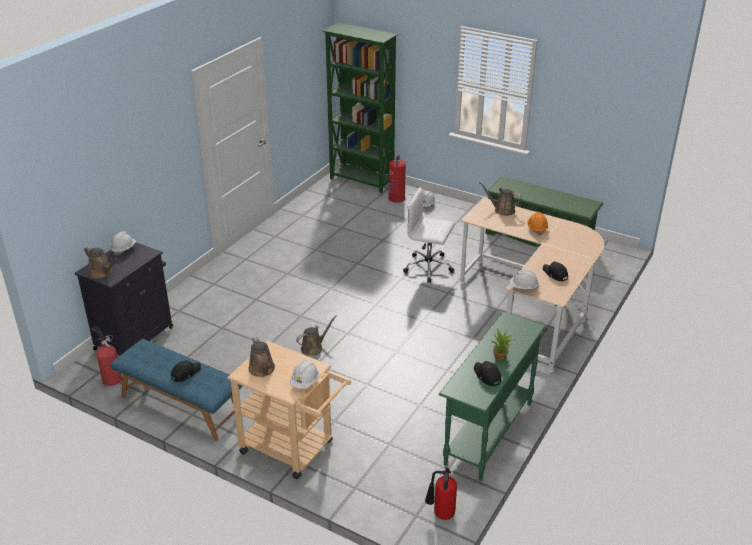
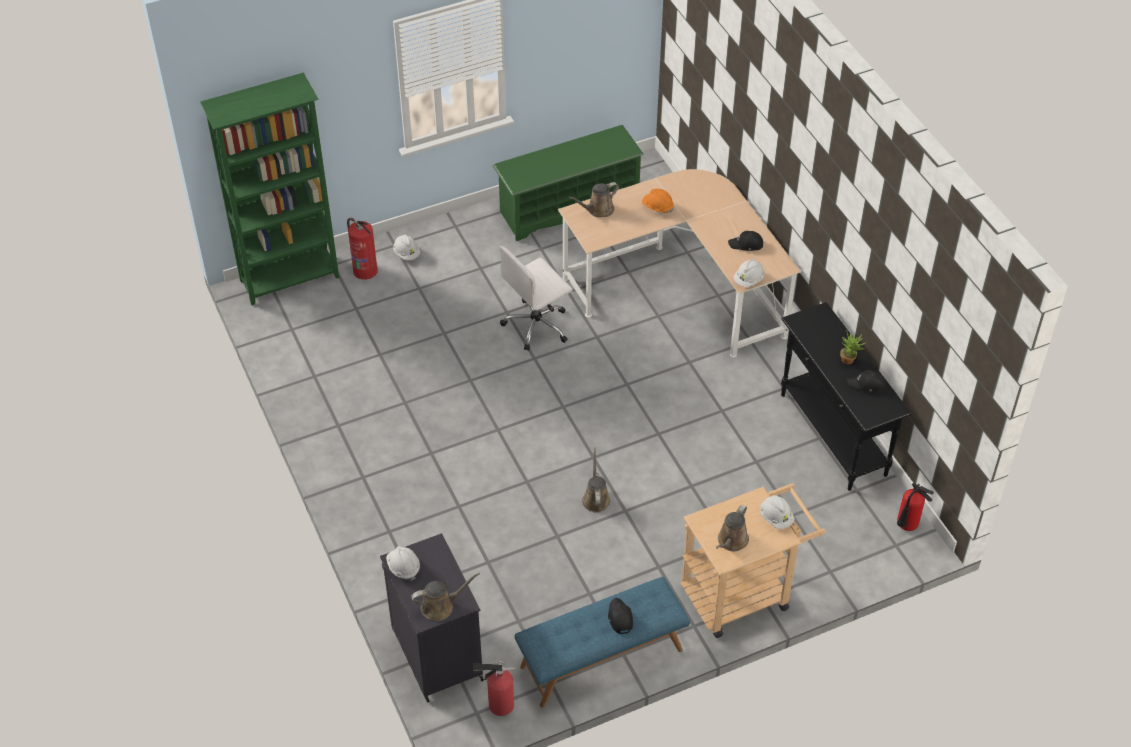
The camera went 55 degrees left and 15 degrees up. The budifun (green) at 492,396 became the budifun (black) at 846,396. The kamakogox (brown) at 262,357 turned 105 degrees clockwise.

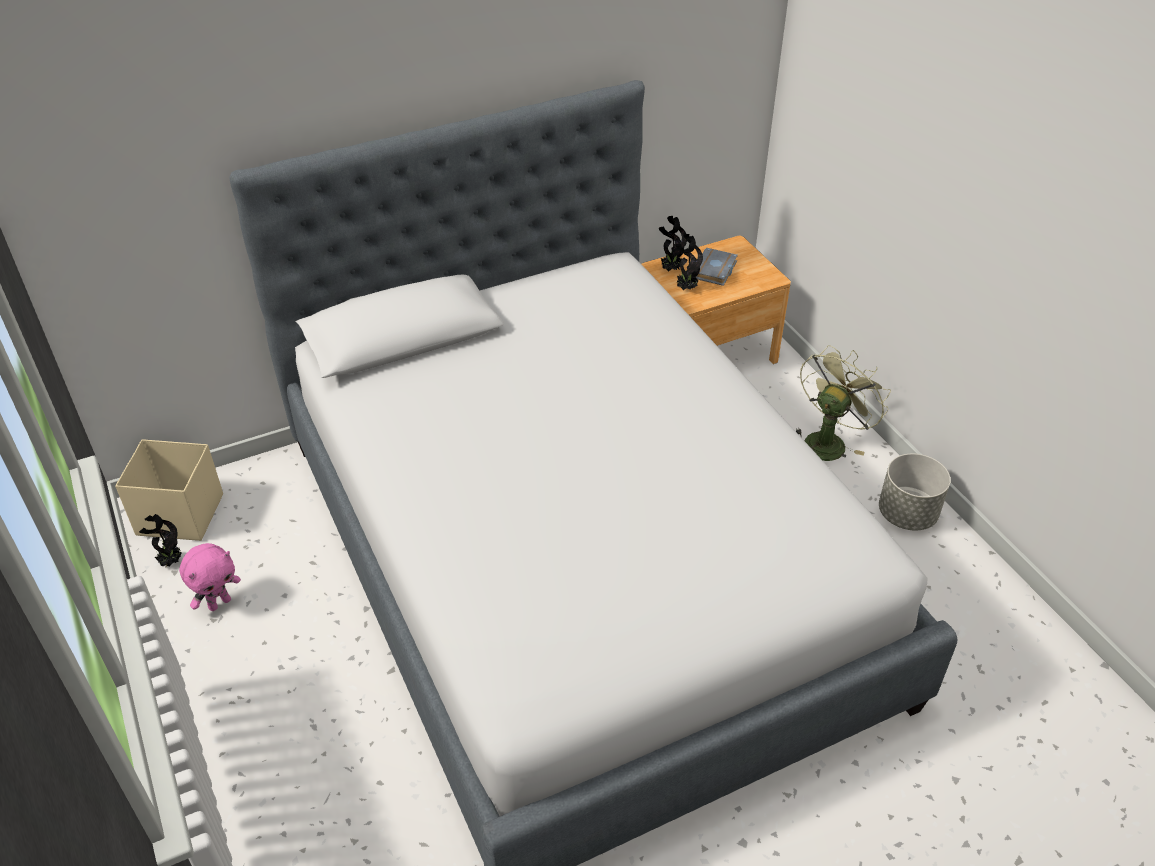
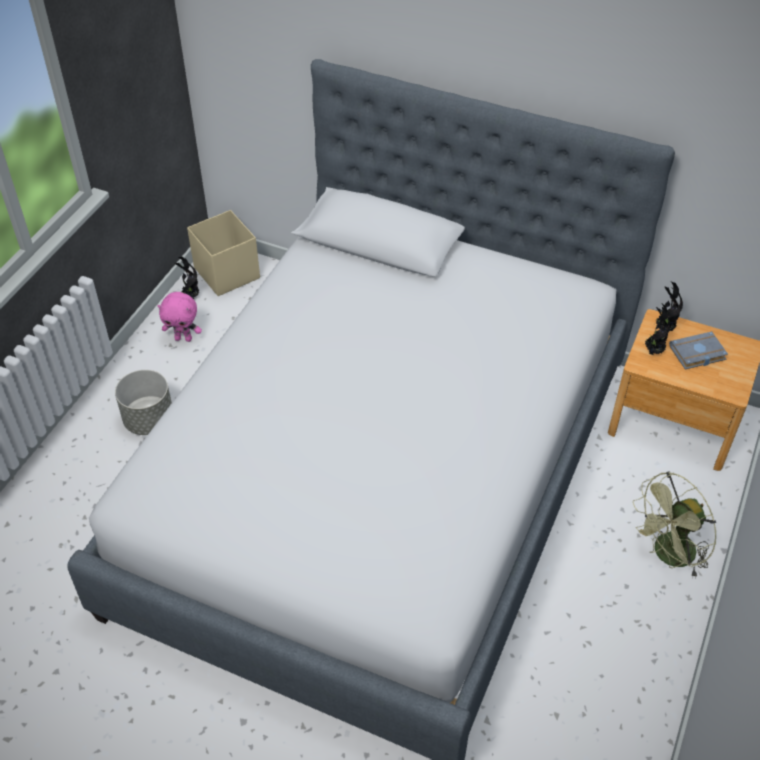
The camera went 50 degrees right and 5 degrees up. The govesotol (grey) moved from 915,492 to 143,402. The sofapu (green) at 843,403 turned 150 degrees clockwise.

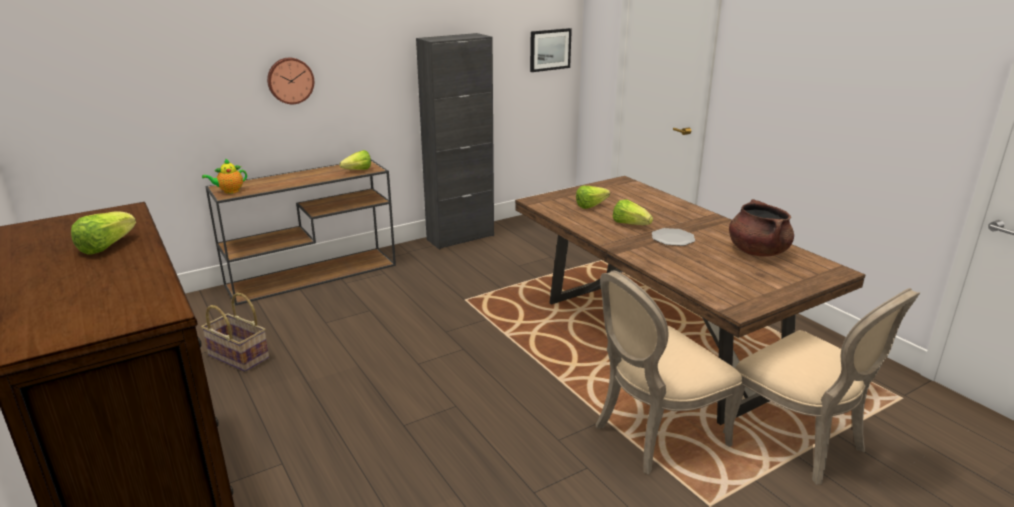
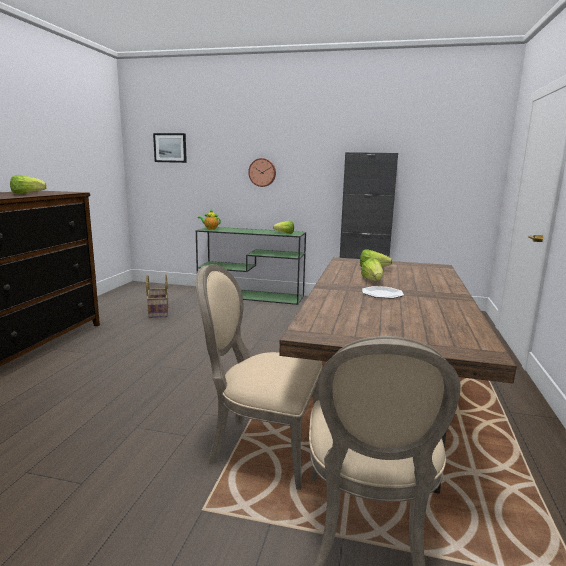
The camera went 45 degrees right and 10 degrees down. The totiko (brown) at 761,228 disappeared. The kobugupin moved from 551,50 to 170,148. The budifun (brown) at 300,232 became the budifun (green) at 251,266.

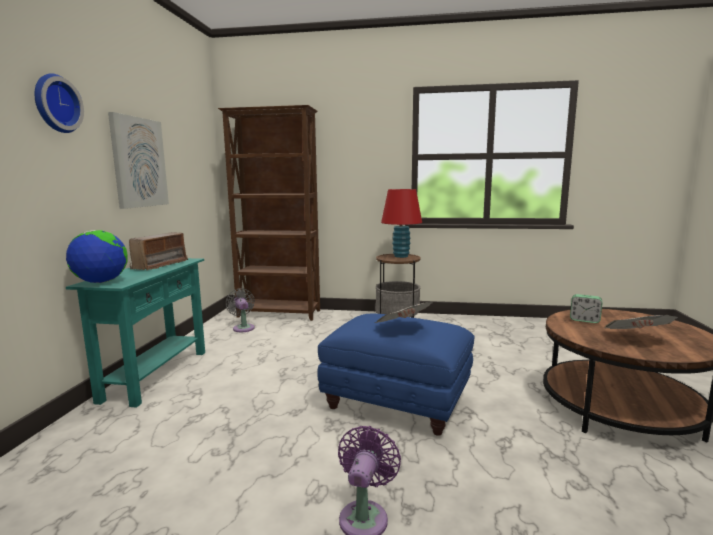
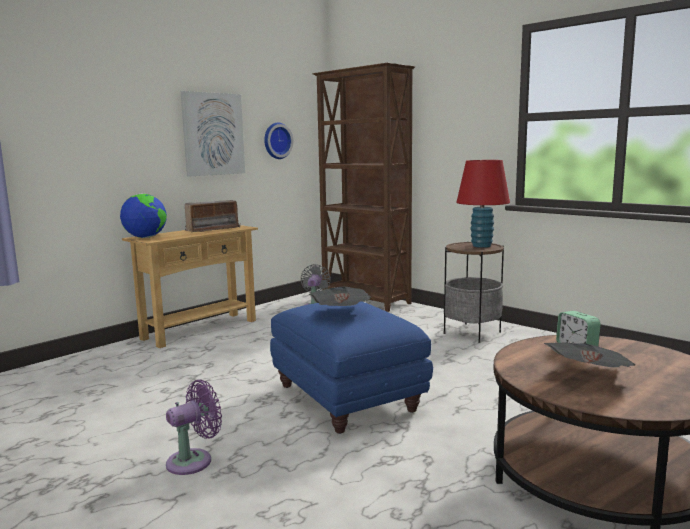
The camera went 35 degrees right and 0 degrees up. The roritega moved from 59,103 to 278,140. The budifun (turquoise) at 135,333 became the budifun (beige) at 190,286.

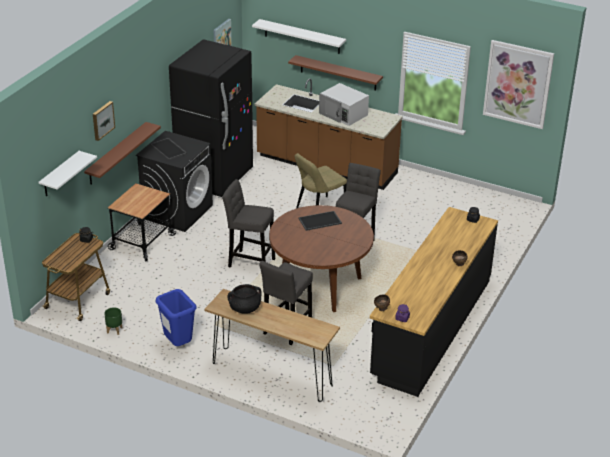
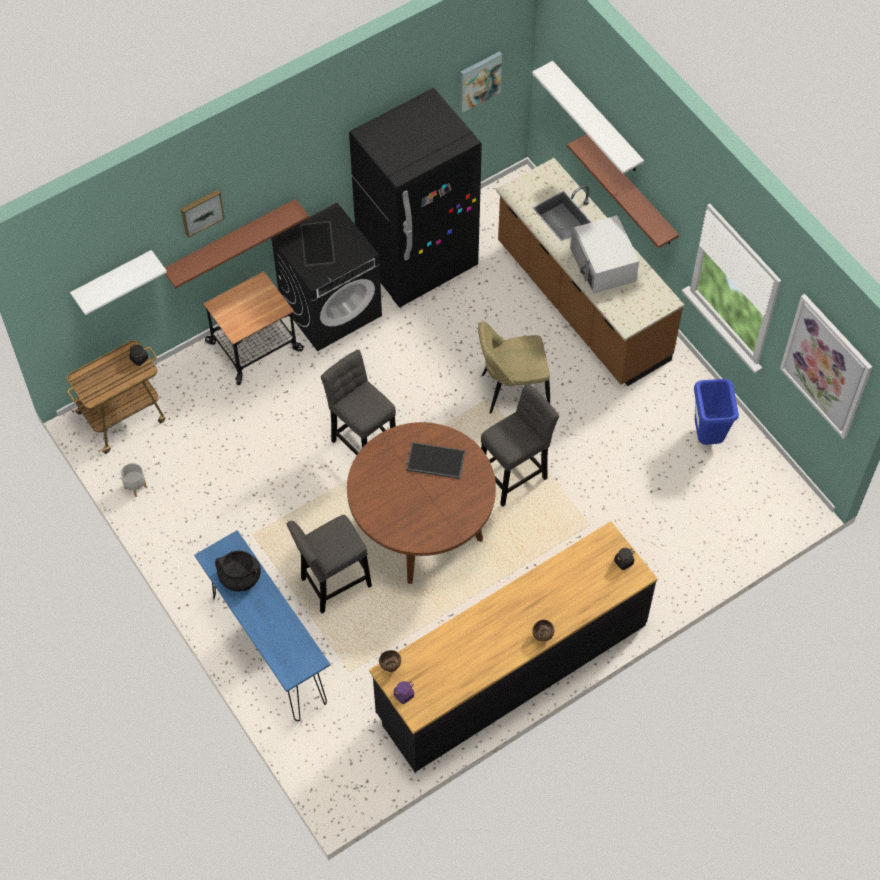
The camera went 30 degrees right and 25 degrees up. The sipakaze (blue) moved from 176,317 to 716,412. The govesotol (green) at 113,321 became the govesotol (grey) at 133,480. The budifun (brown) at 272,345 became the budifun (blue) at 262,625.

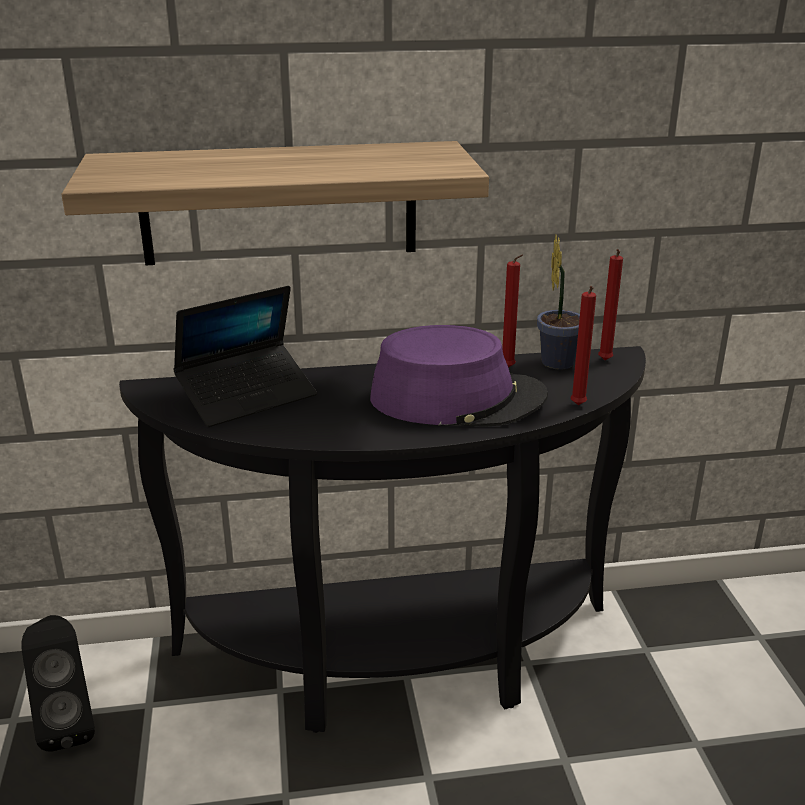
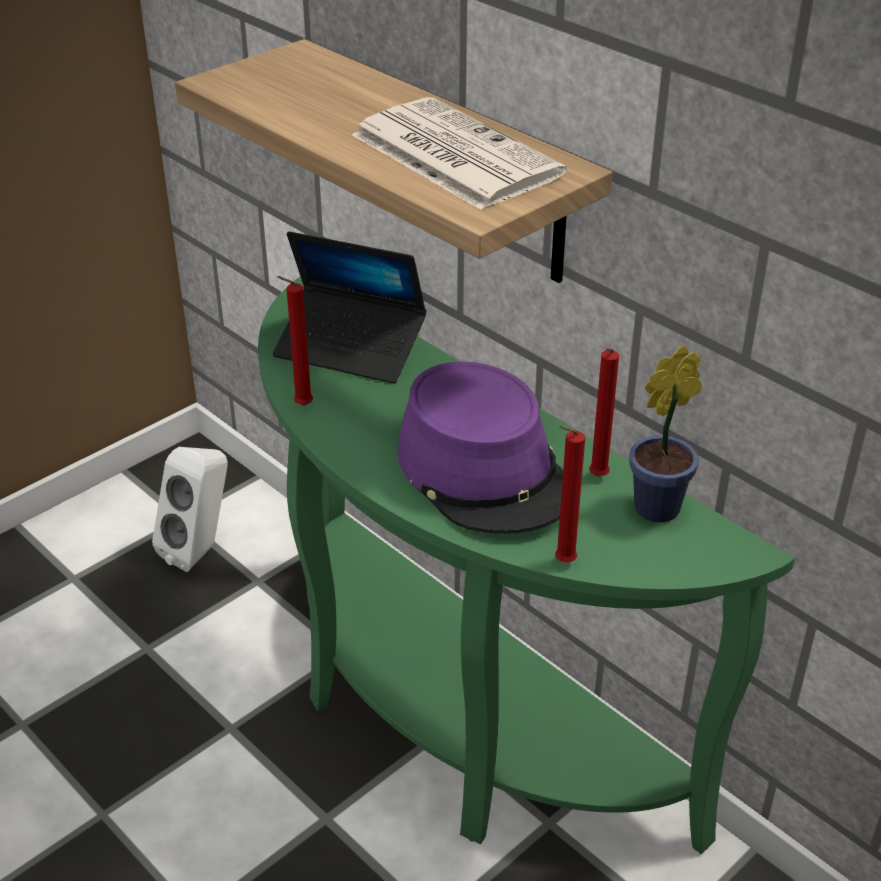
The camera went 55 degrees right and 10 degrees up. The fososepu at 459,153 appeared. The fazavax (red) moved from 610,304 to 295,340. The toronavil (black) at 58,683 became the toronavil (white) at 190,509. The budifun (black) at 382,539 became the budifun (green) at 526,565.

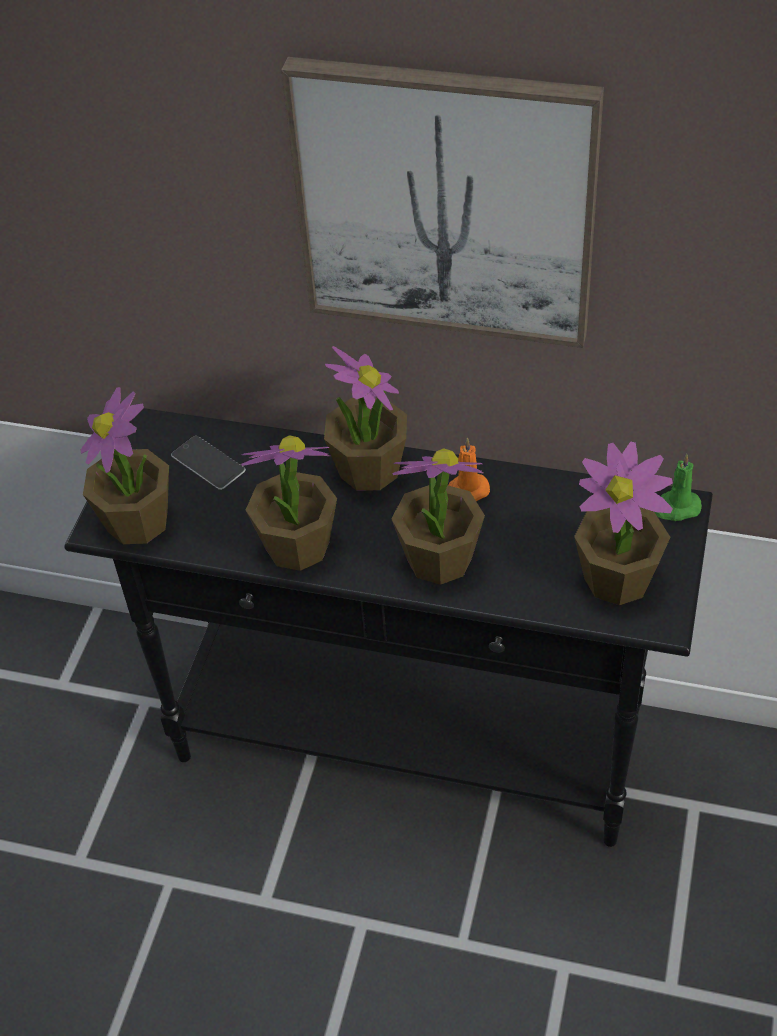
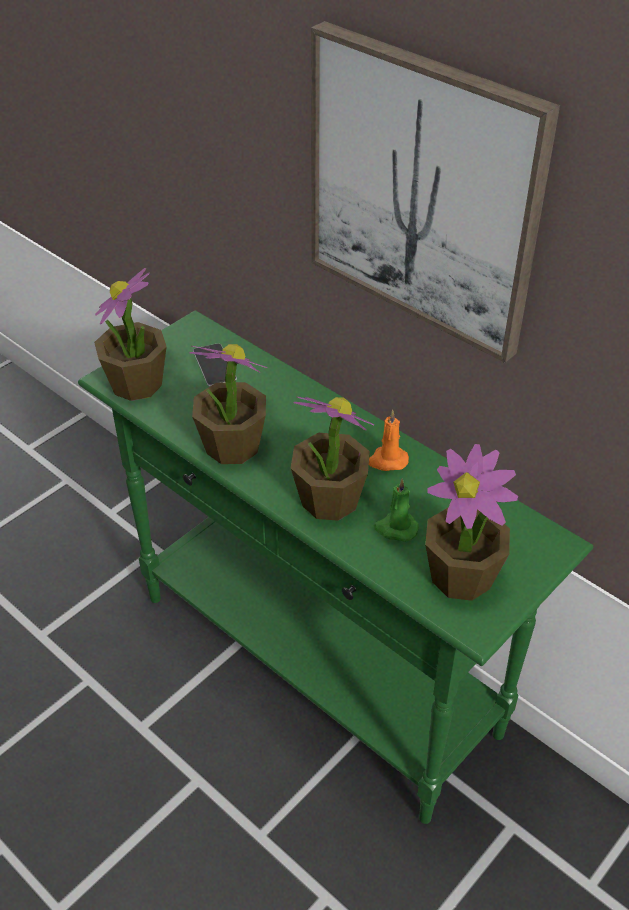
The camera went 25 degrees right and 5 degrees down. The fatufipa at 365,418 disappeared. The fazavax (green) moved from 678,487 to 396,510. The budifun (black) at 388,627 became the budifun (green) at 335,567.

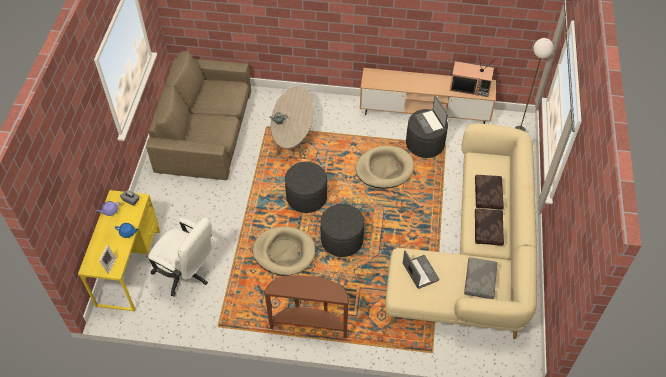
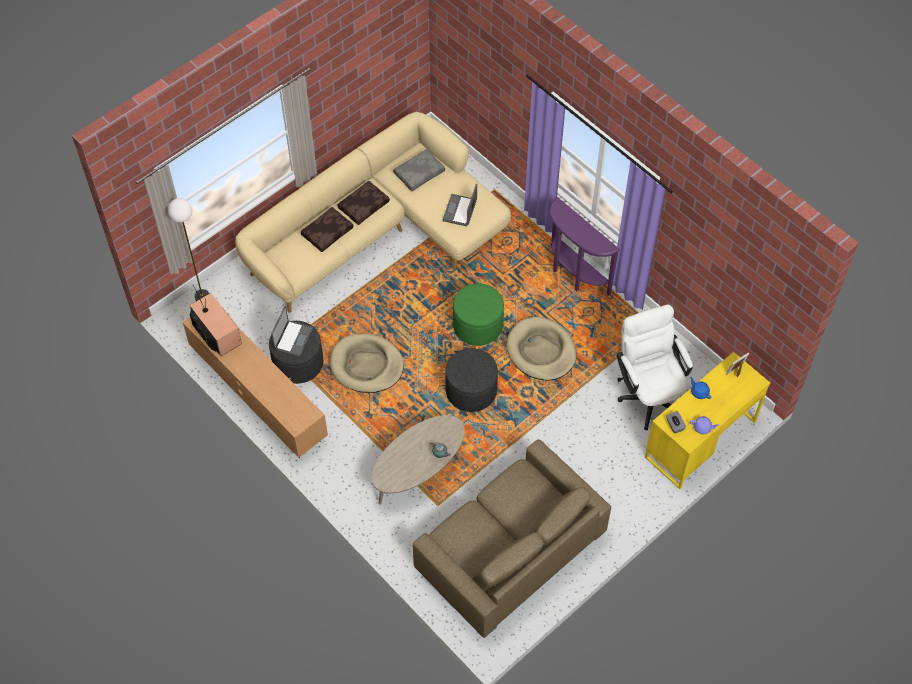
The camera went 140 degrees left and 5 degrees up. The budifun (brown) at 306,306 became the budifun (purple) at 584,246. The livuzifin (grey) at 342,230 became the livuzifin (green) at 478,314.

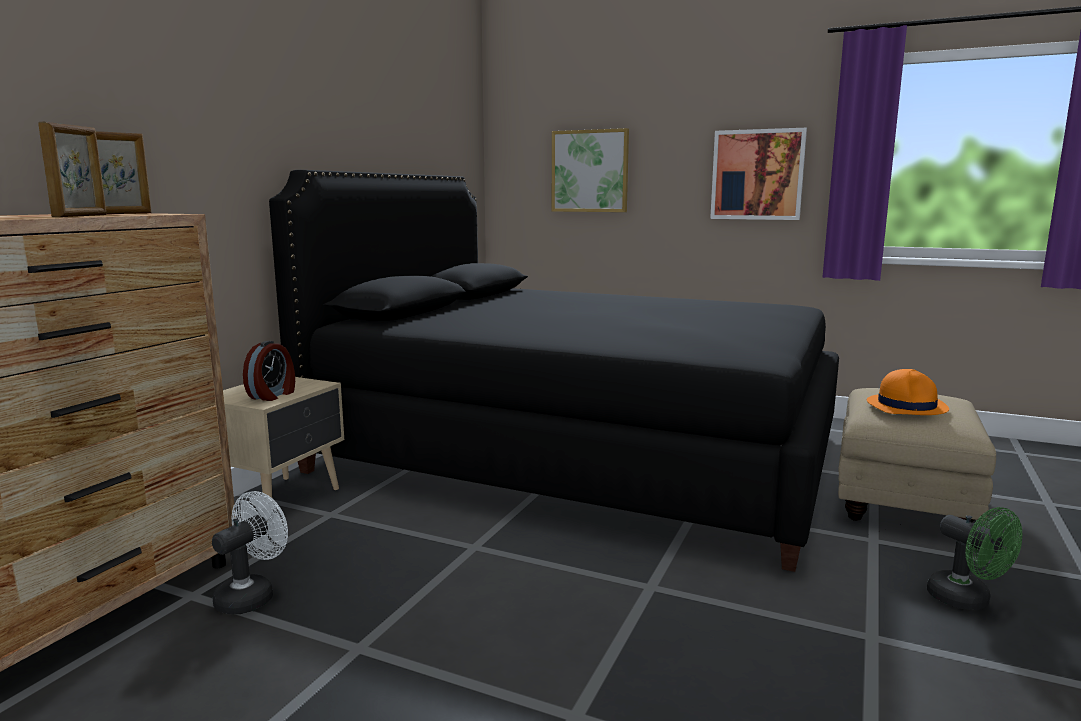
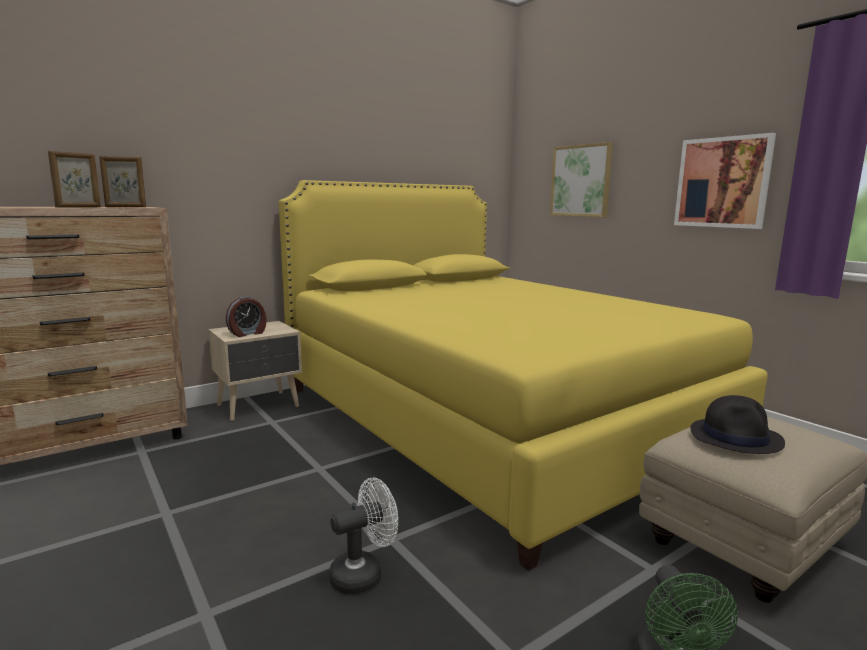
The camera went 30 degrees right and 0 degrees up. The sofapu (white) moved from 250,552 to 363,536. The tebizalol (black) at 554,371 became the tebizalol (yellow) at 523,375. The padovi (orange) at 908,392 became the padovi (black) at 737,424.

